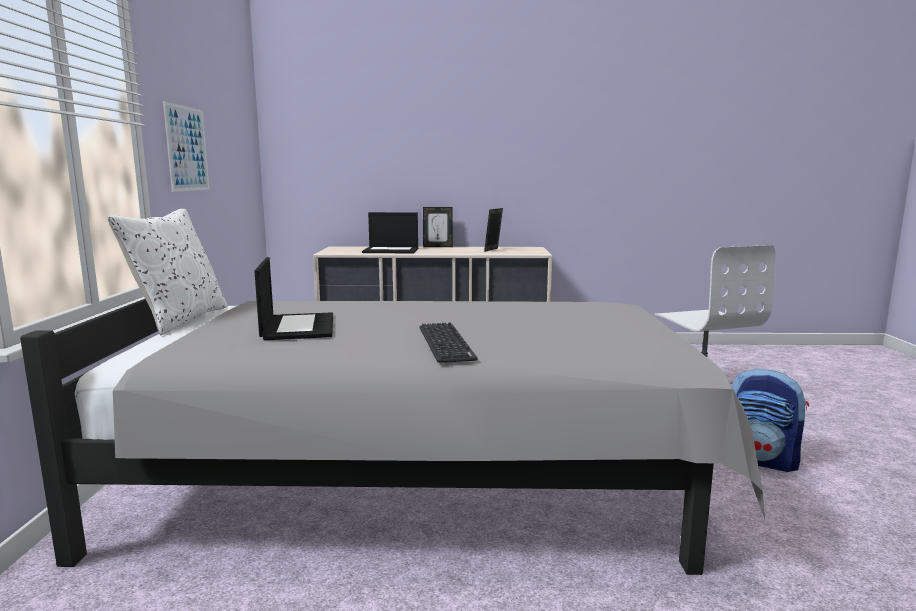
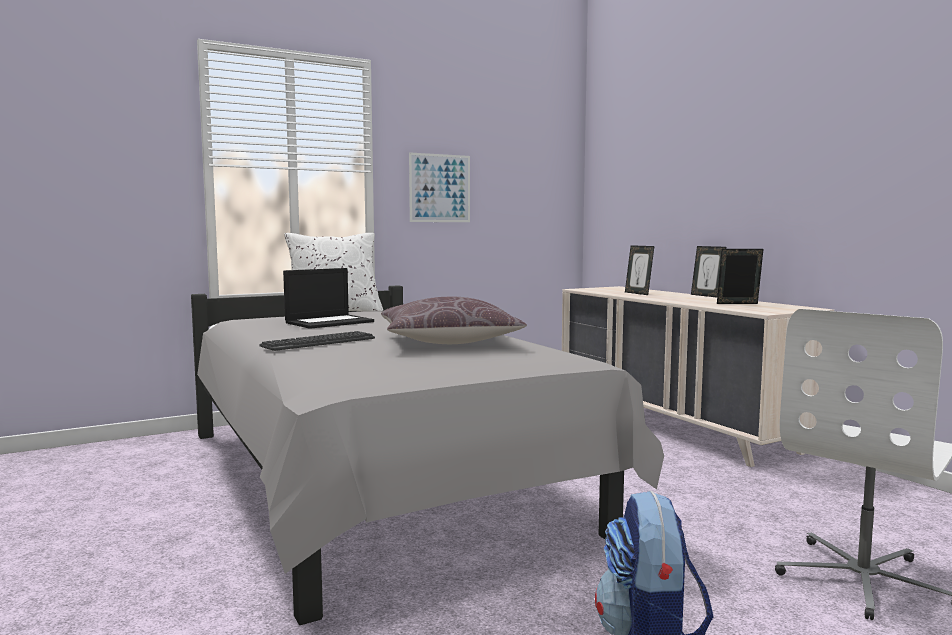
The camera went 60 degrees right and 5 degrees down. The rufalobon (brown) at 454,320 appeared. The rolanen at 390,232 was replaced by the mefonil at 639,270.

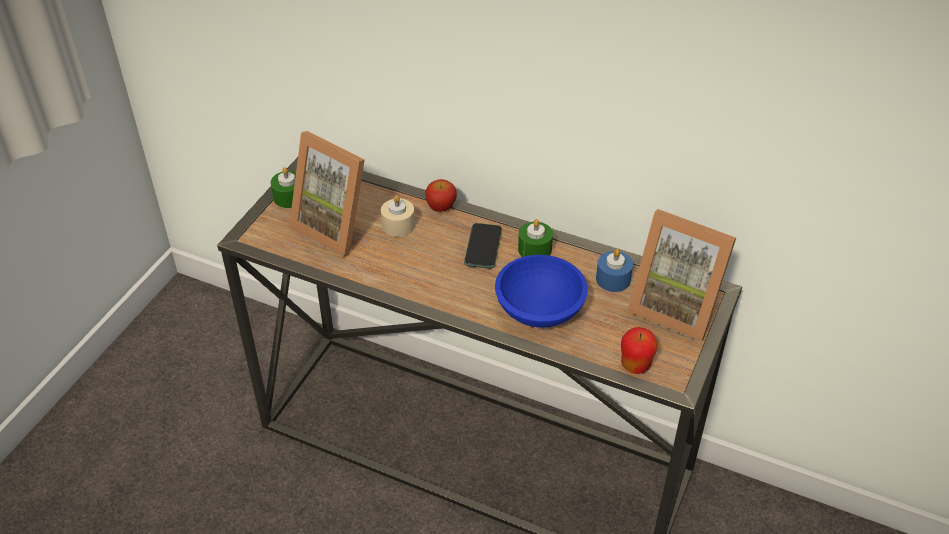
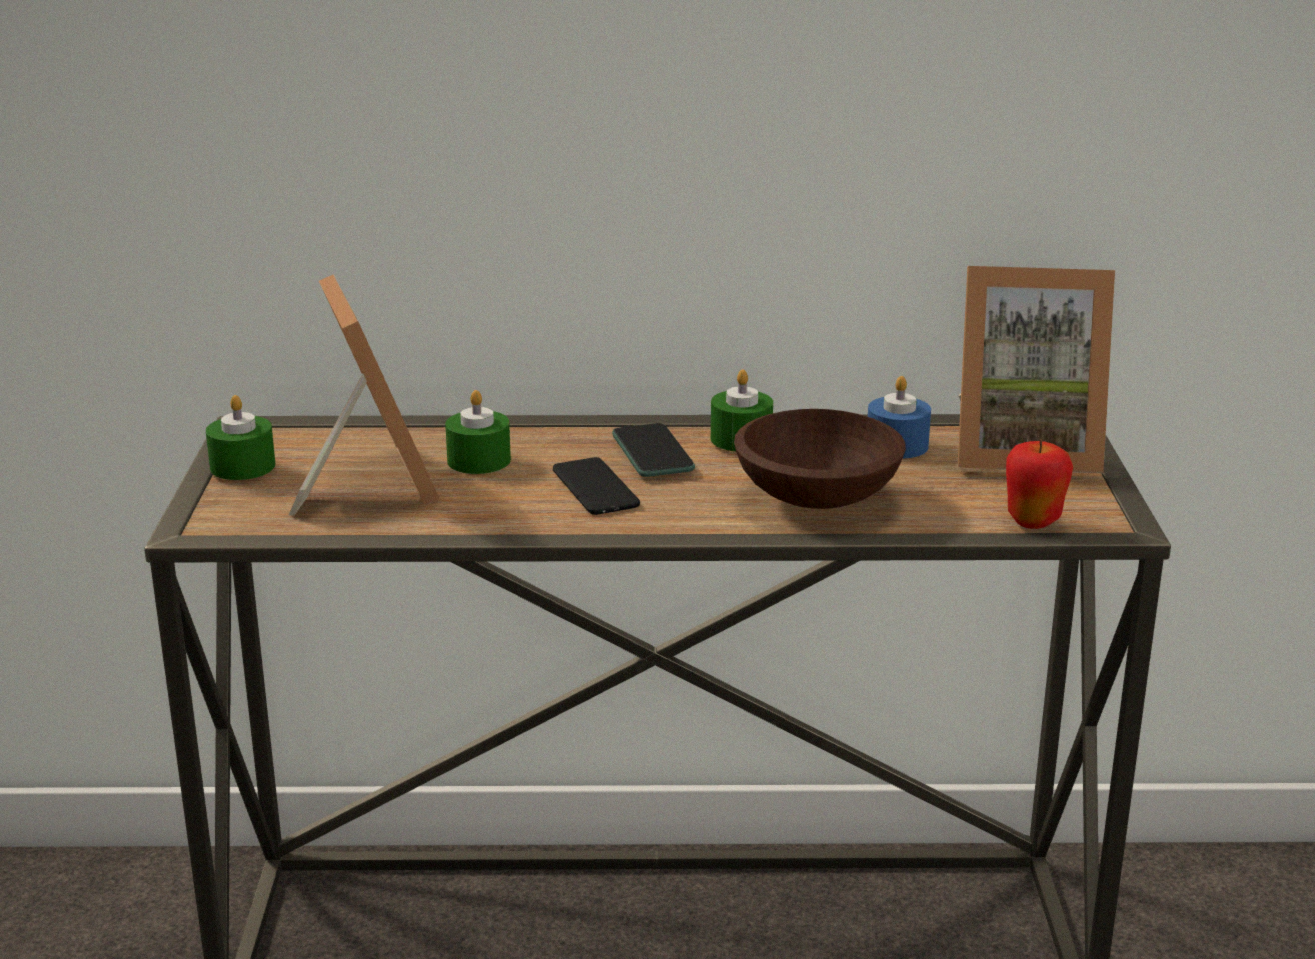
The camera went 25 degrees left and 20 degrees down. The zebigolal at 441,195 disappeared. The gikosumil at 596,486 appeared. The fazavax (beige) at 398,216 became the fazavax (green) at 478,432. The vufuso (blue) at 541,291 became the vufuso (brown) at 820,459. The mefonil at 327,194 turned 120 degrees counterclockwise.

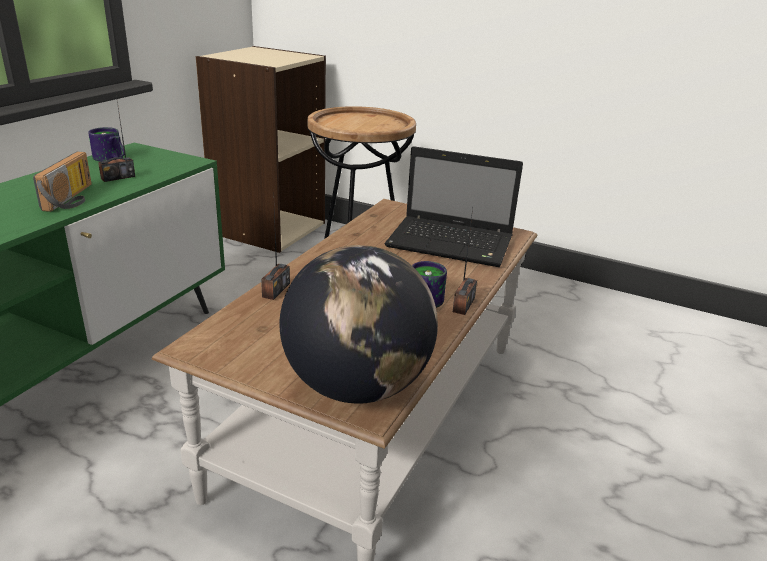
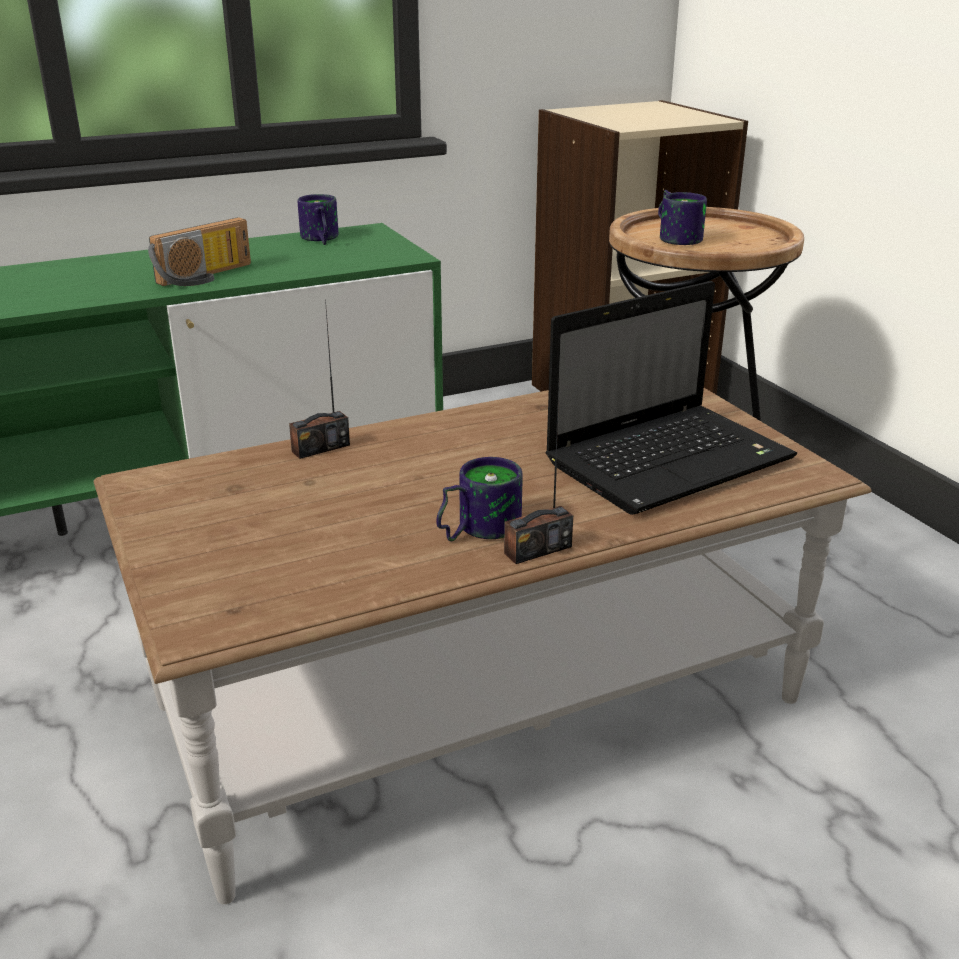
The camera went 40 degrees right and 0 degrees up. The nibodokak at 116,138 disappeared. The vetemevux at 359,324 disappeared. The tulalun at 682,217 appeared. The rolanen at 454,206 turned 90 degrees counterclockwise.

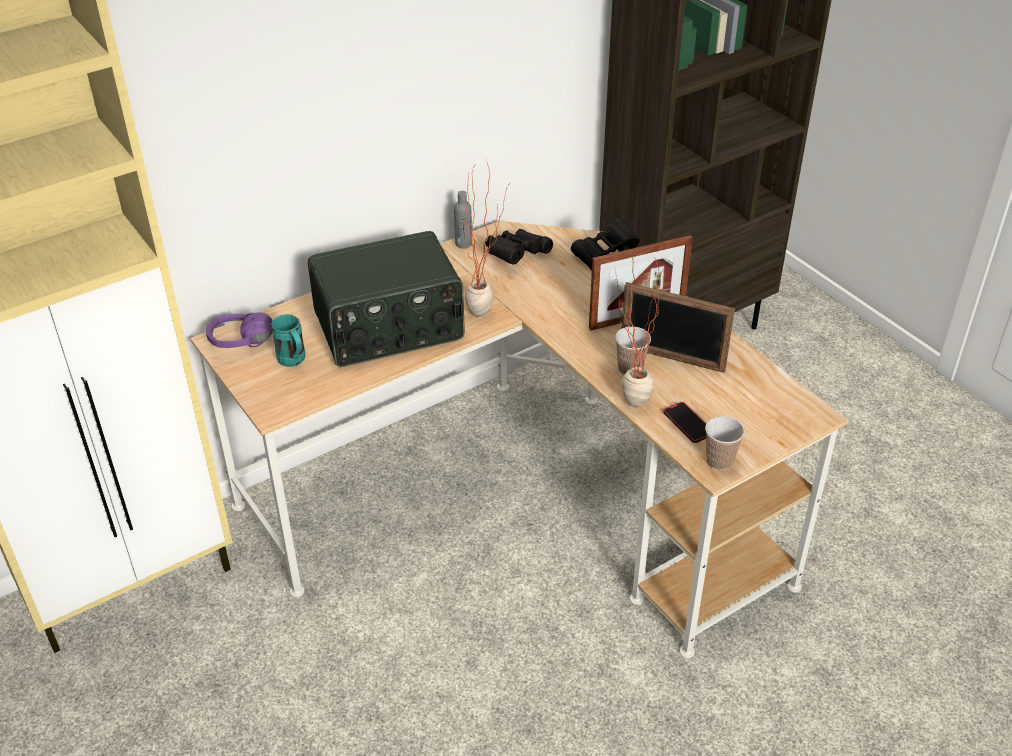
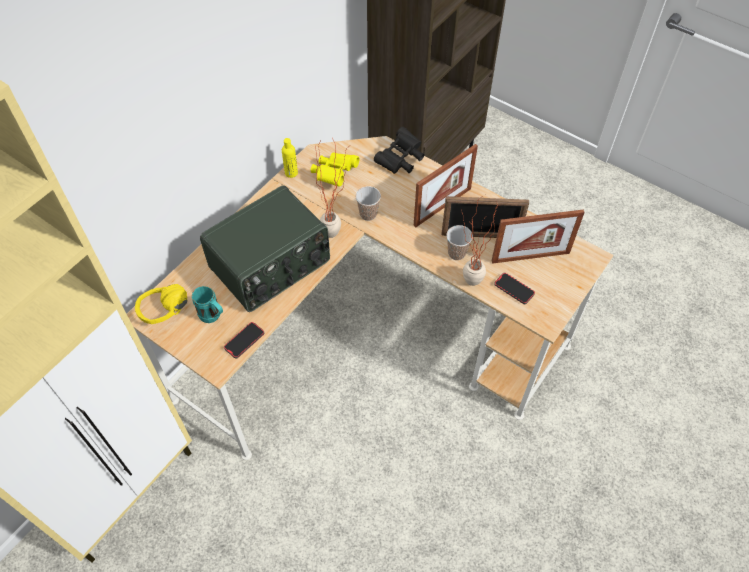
The camera went 20 degrees left and 15 degrees up. The gikosumil at 244,340 appeared. The mefonil at 538,237 appeared. The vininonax moved from 725,443 to 368,203. The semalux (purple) at 239,330 became the semalux (yellow) at 161,304. The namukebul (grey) at 463,219 became the namukebul (yellow) at 290,158. The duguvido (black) at 519,247 became the duguvido (yellow) at 335,169.

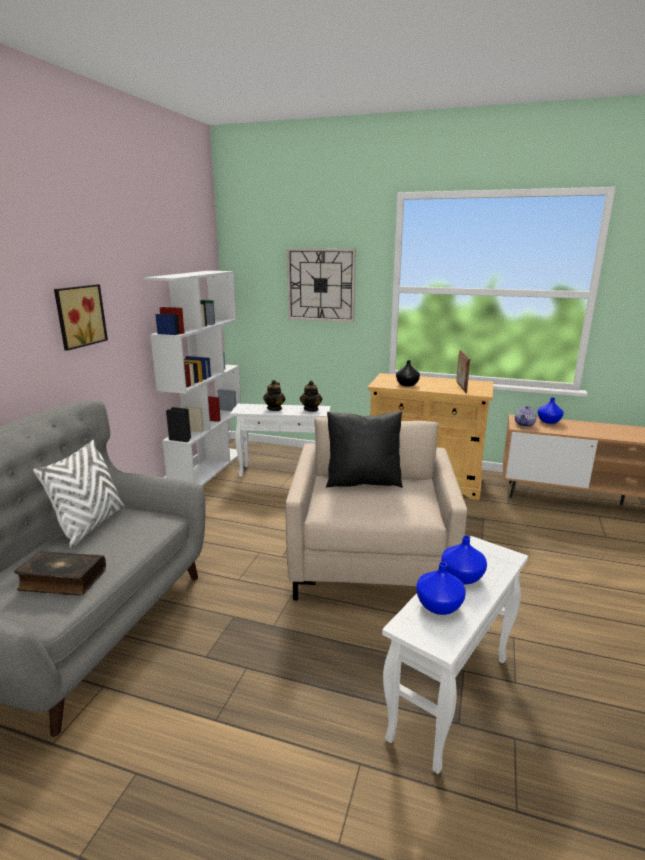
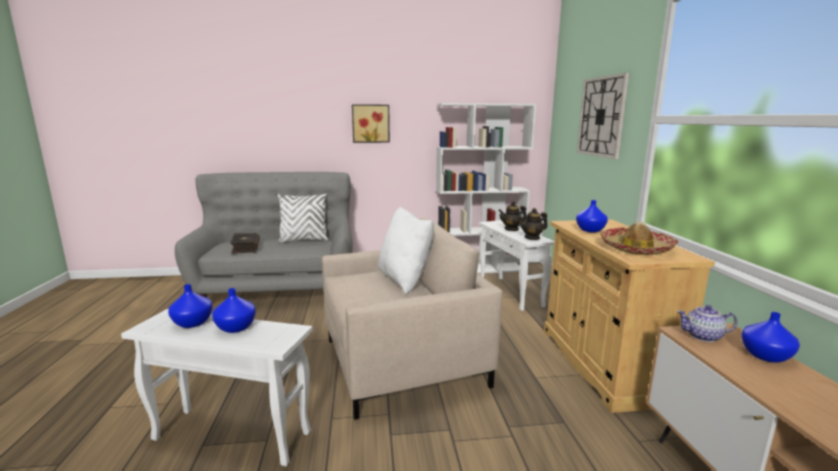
The camera went 65 degrees right and 5 degrees down. The mefonil at 463,372 was replaced by the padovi at 639,238. The rufalobon (black) at 364,449 became the rufalobon (white) at 406,250. The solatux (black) at 408,373 became the solatux (blue) at 592,216.

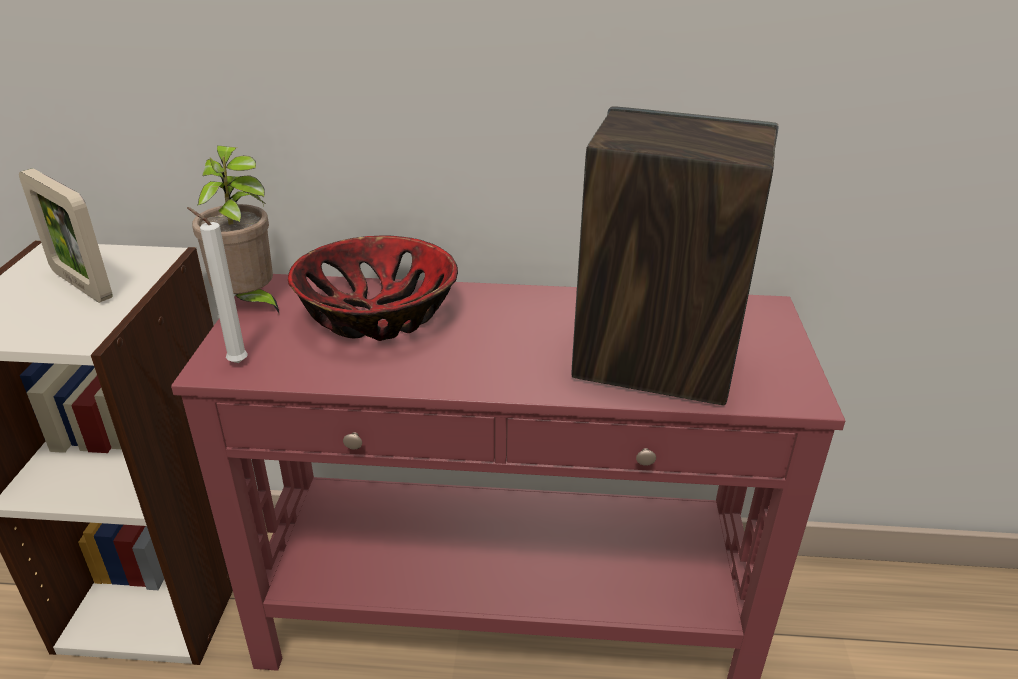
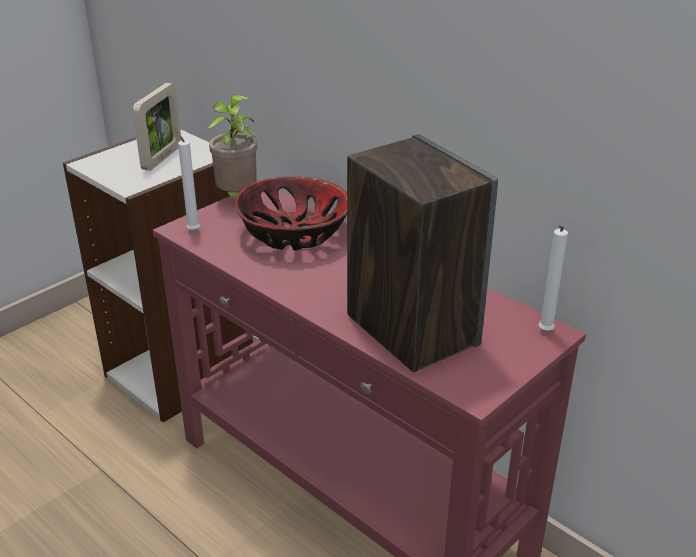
The camera went 40 degrees right and 0 degrees up. The fazavax (white) at 553,278 appeared. The mefonil at 65,235 turned 150 degrees counterclockwise.

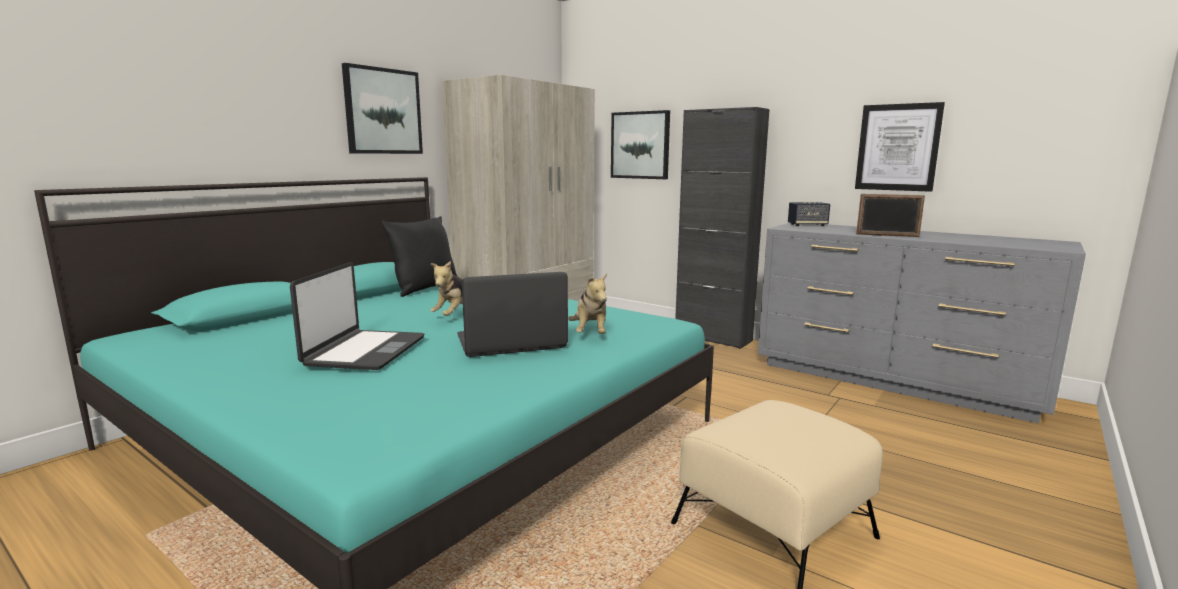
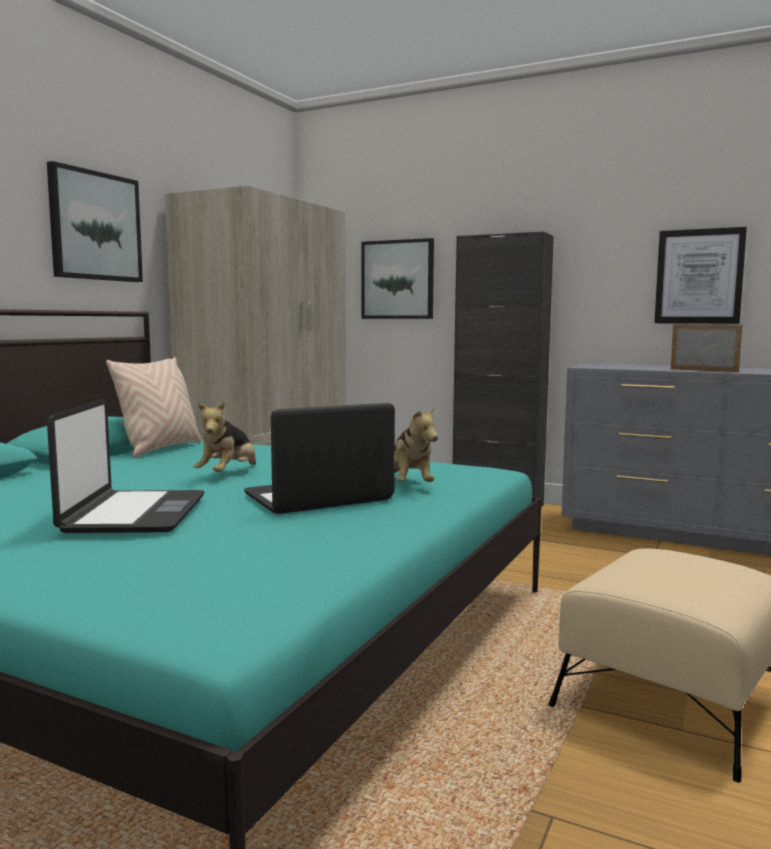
The camera went 10 degrees left and 5 degrees down. The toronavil at 809,214 disappeared. The rufalobon (black) at 419,256 became the rufalobon (beige) at 153,407. The mefonil at 890,215 turned 150 degrees counterclockwise.

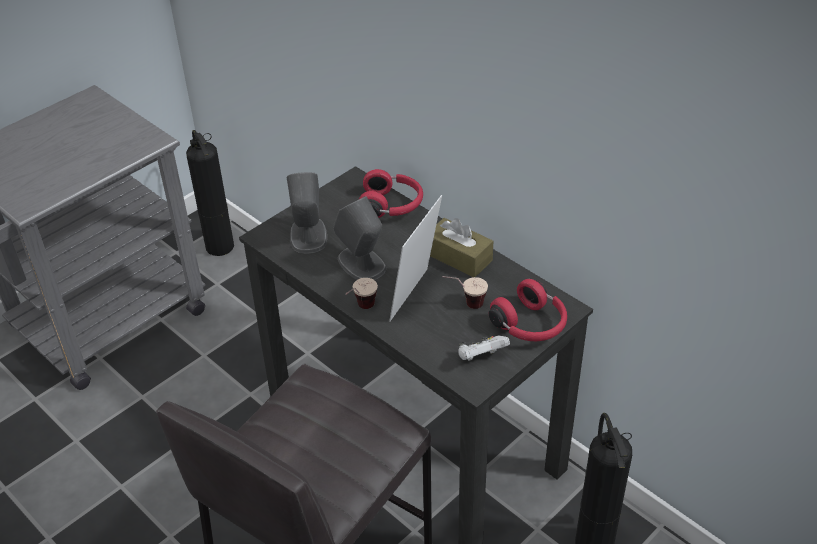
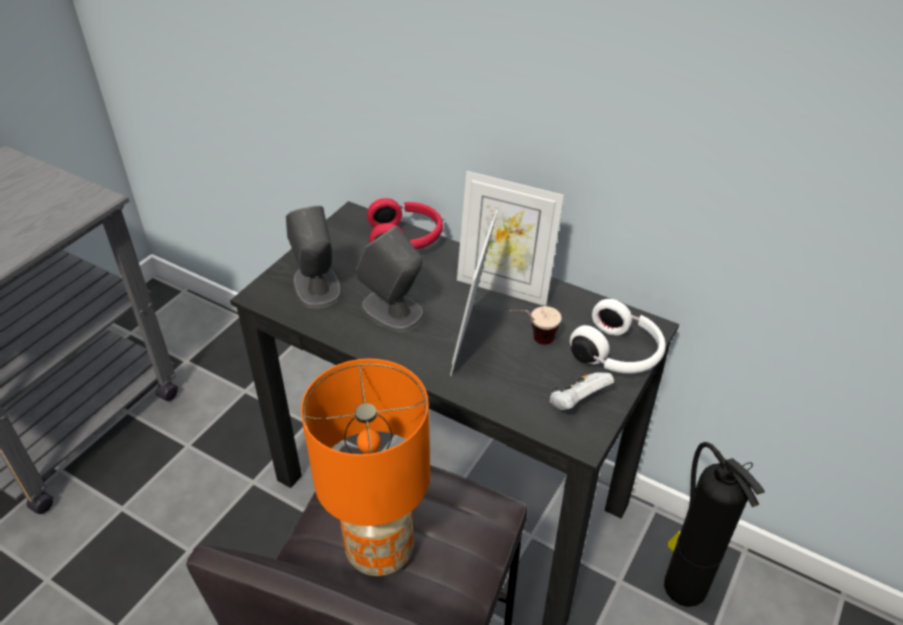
The camera went 15 degrees left and 0 degrees up. The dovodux at 210,193 disappeared. The vininonax at 362,293 disappeared. The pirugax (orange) at 365,467 appeared. The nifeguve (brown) at 461,247 was replaced by the mefonil at 510,238. The semalux (red) at 528,310 became the semalux (white) at 618,336.

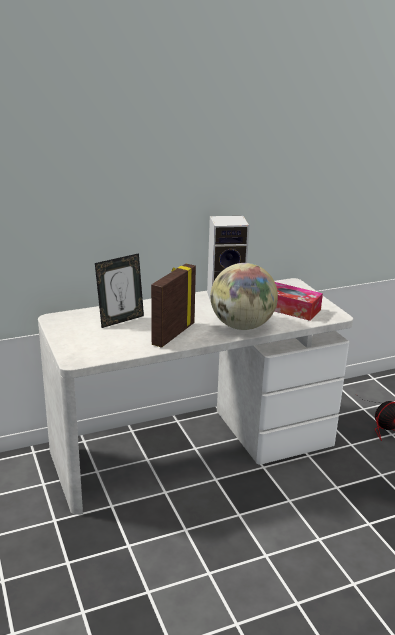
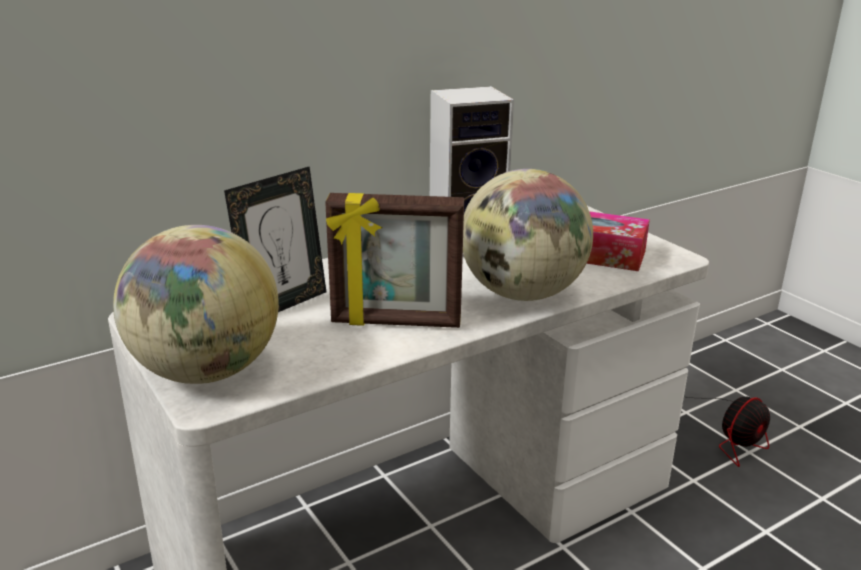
The camera went 10 degrees left and 0 degrees up. The vetemevux at 196,304 appeared. The mefonil at 173,305 turned 105 degrees counterclockwise.

